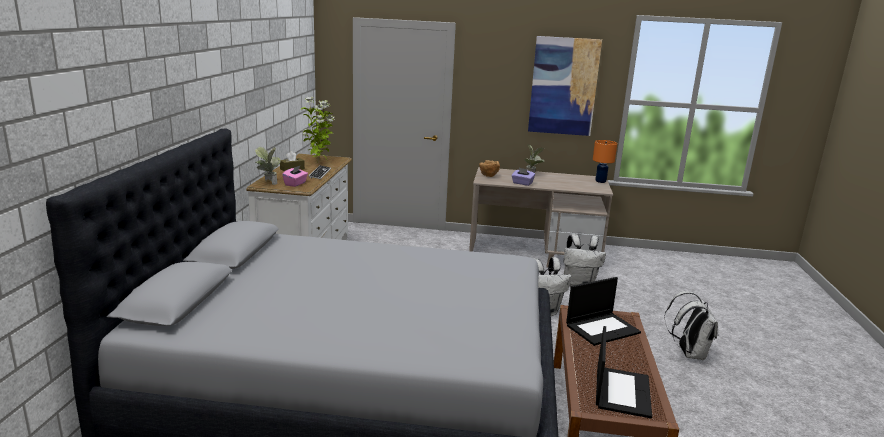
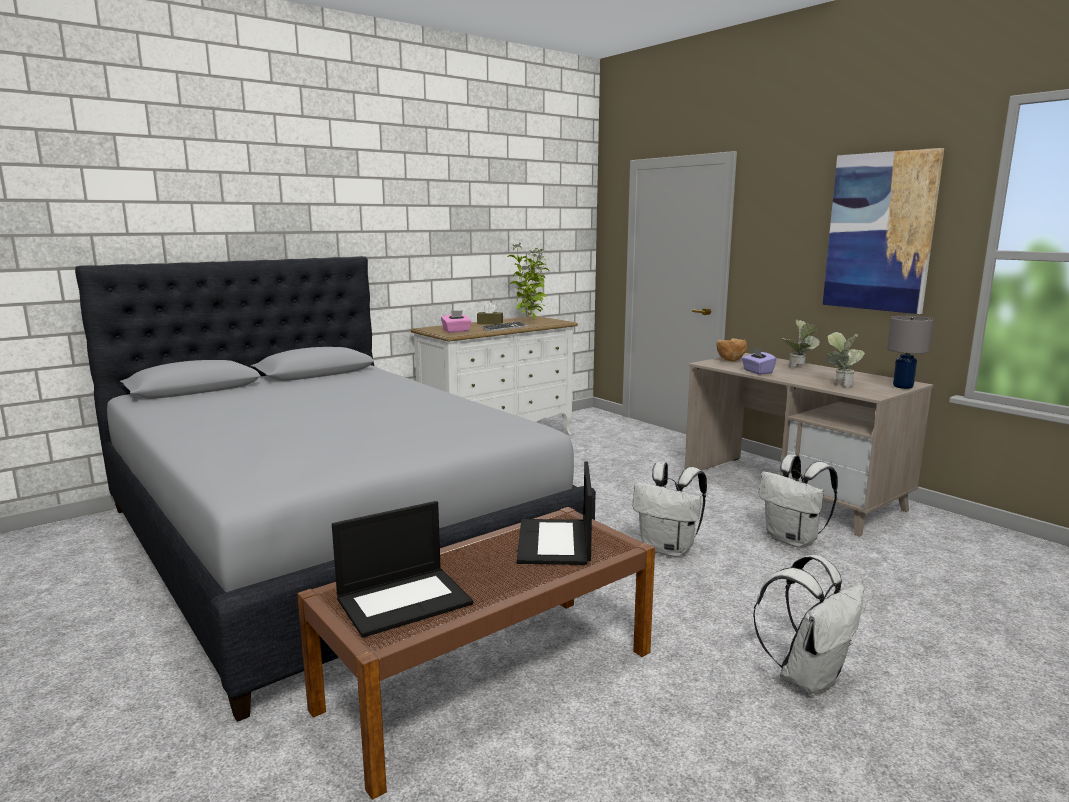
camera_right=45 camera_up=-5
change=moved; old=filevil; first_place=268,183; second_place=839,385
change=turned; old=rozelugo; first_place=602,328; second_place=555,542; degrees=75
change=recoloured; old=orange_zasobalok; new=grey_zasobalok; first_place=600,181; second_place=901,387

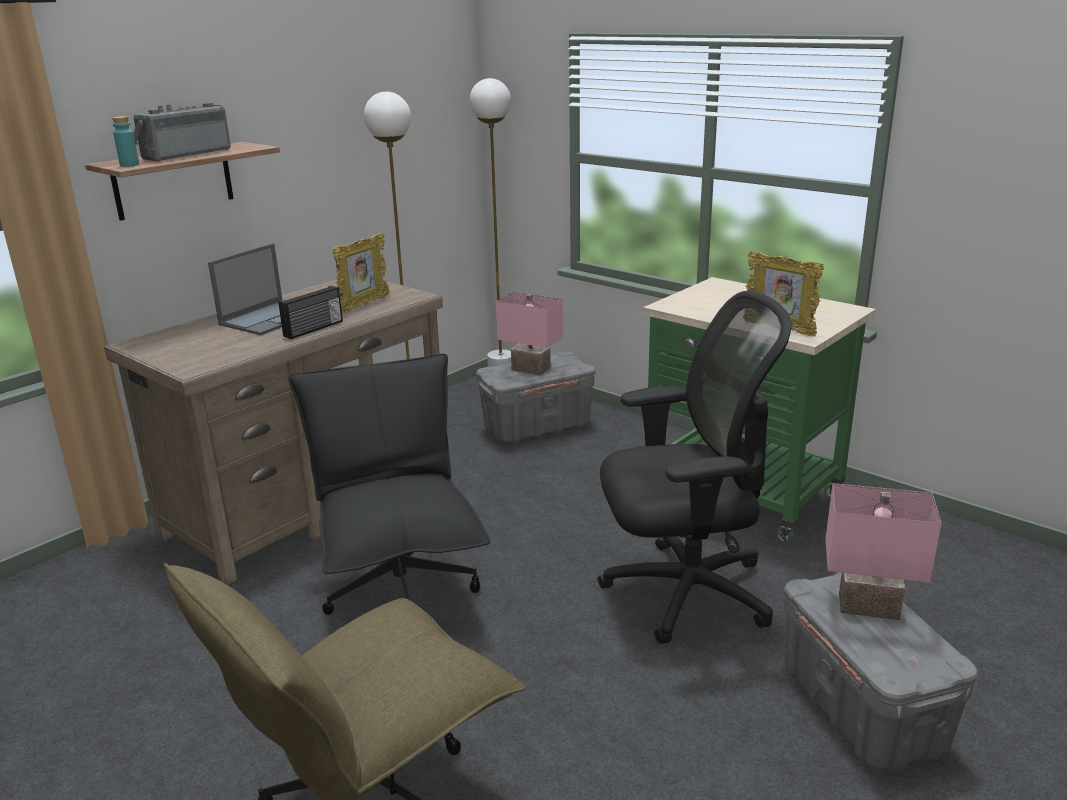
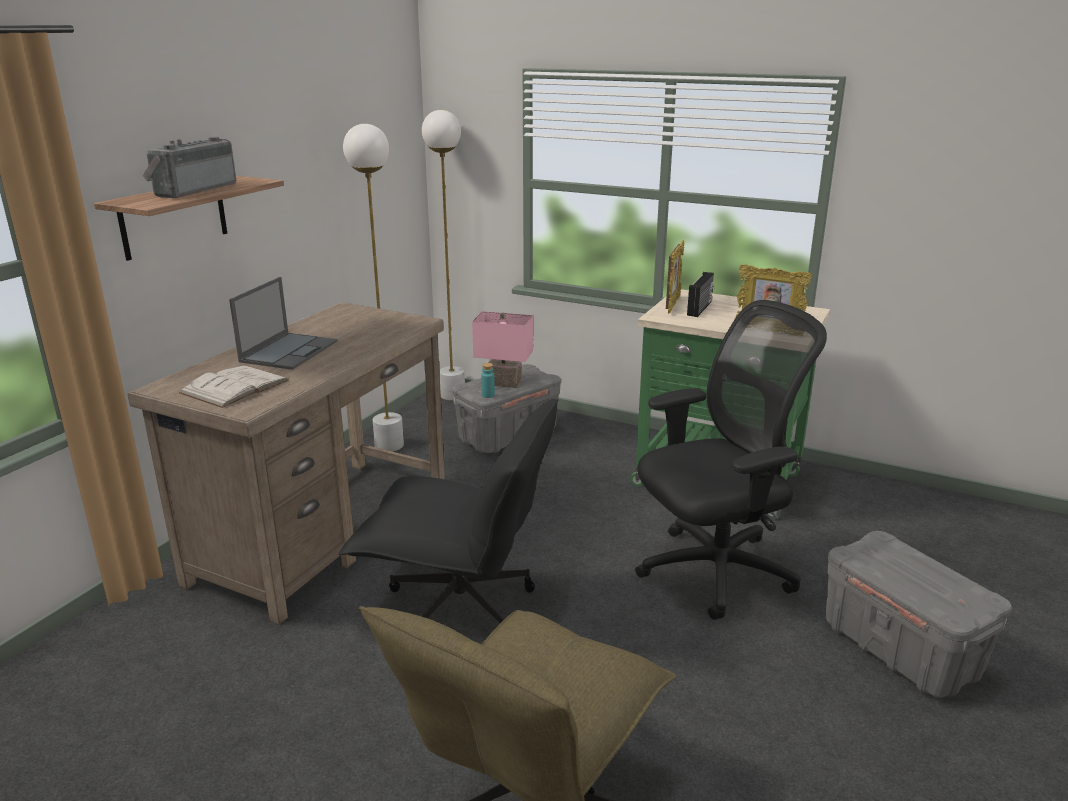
camera_right=-15 camera_up=0
change=moved; old=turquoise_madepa; first_place=129,165; second_place=488,395
change=moved; old=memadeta; first_place=314,329; second_place=700,308
change=turned; old=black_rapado; first_place=401,590; second_place=458,604; degrees=135
change=moved; old=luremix; first_place=364,305; second_place=672,305
change=removed; old=pink_zasobalok; first_place=867,608
change=added; new=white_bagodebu; second_place=235,386

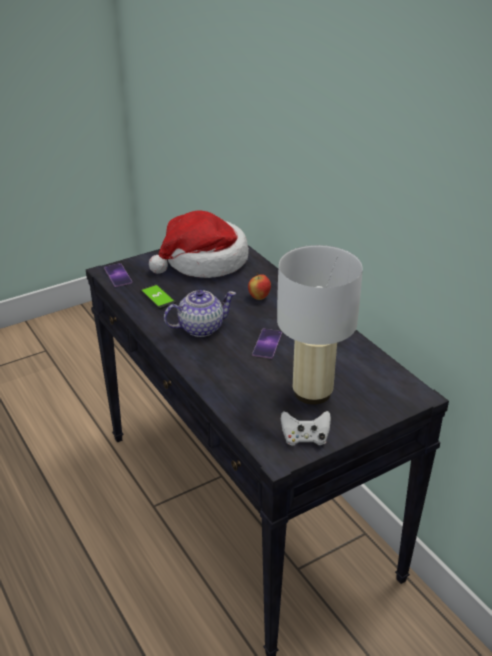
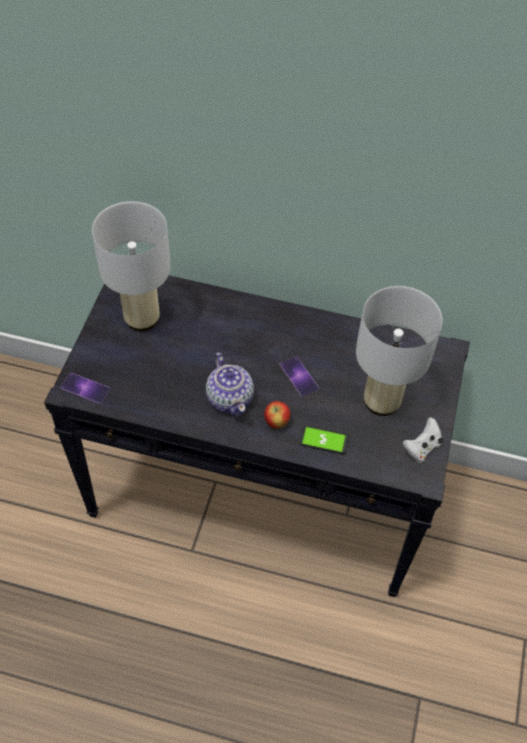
camera_right=-45 camera_up=20
change=moved; old=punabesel; first_place=157,297; second_place=323,440
change=replaced; old=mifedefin; new=white_zasobalok; first_place=204,262; second_place=143,319
change=turned; old=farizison; first_place=200,328; second_place=230,398; degrees=135
change=moved; old=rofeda; first_place=259,297; second_place=276,422

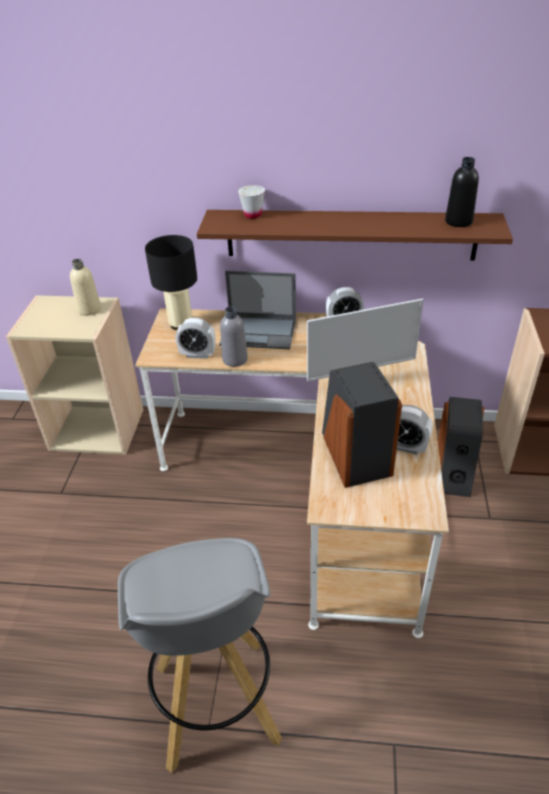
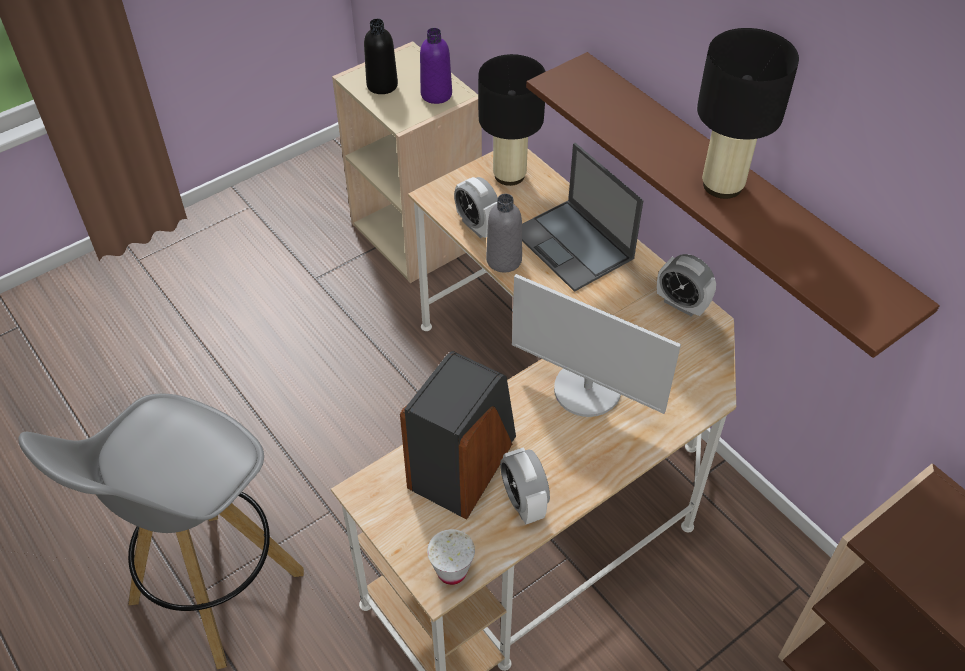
camera_right=45 camera_up=10
change=recoloured; old=beige_madepa; new=purple_madepa; first_place=89,309; second_place=436,94
change=moved; old=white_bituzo; first_place=253,215; second_place=452,571
change=removed; old=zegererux; first_place=454,472
change=moved; old=black_madepa; first_place=458,222; second_place=382,85
change=added; new=black_zasobalok; second_place=721,186

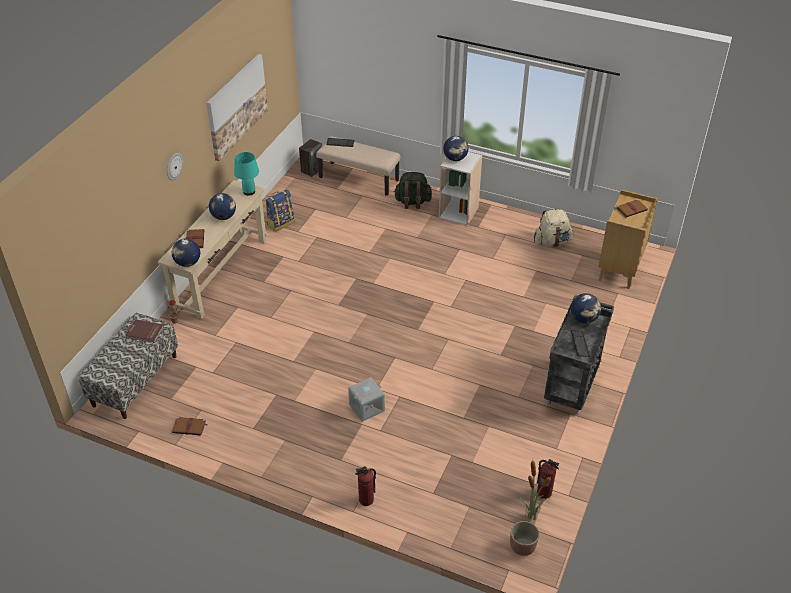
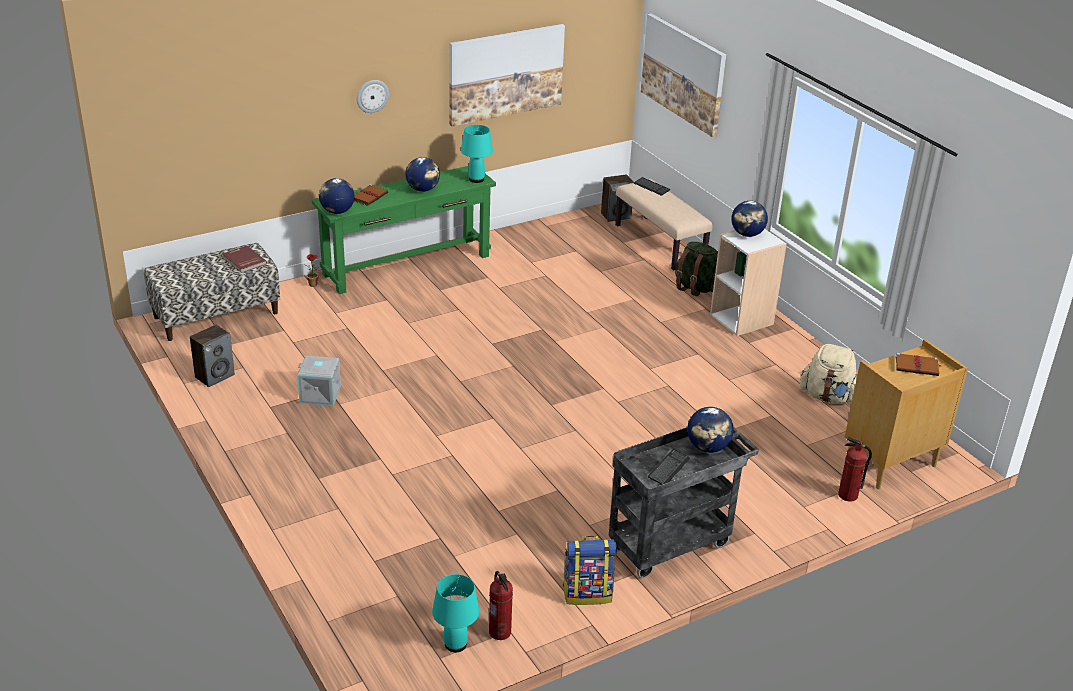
camera_right=35 camera_up=-10
change=recoloured; old=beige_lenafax; new=green_lenafax; first_place=221,273; second_place=407,265
change=replaced; old=brown_bagodebu; new=zegererux; first_place=190,427; second_place=214,376
change=moved; old=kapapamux; first_place=280,223; second_place=587,593
change=moved; old=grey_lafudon; first_place=366,407; second_place=320,394
change=moved; old=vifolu; first_place=366,500; second_place=847,495
change=removed; old=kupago; first_place=522,546
change=replaced; old=filevil; new=turquoise_zasobalok; first_place=530,515; second_place=455,644
change=added; new=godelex; second_place=683,73

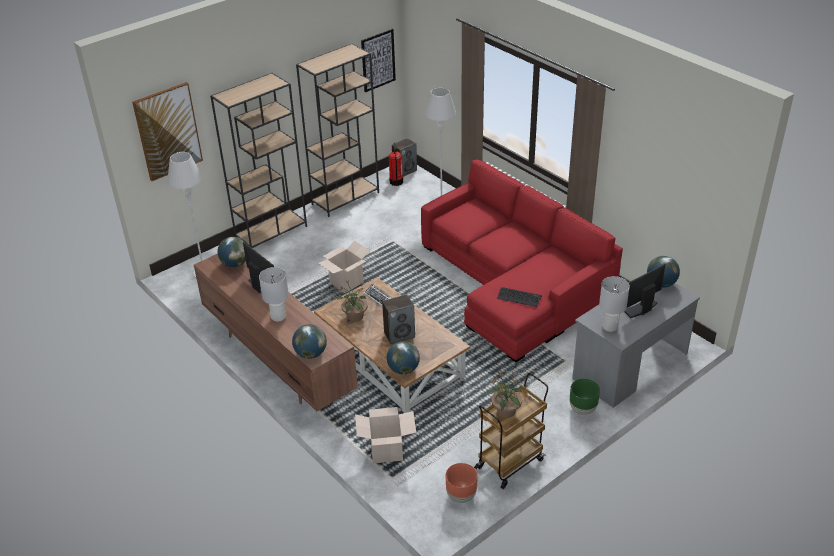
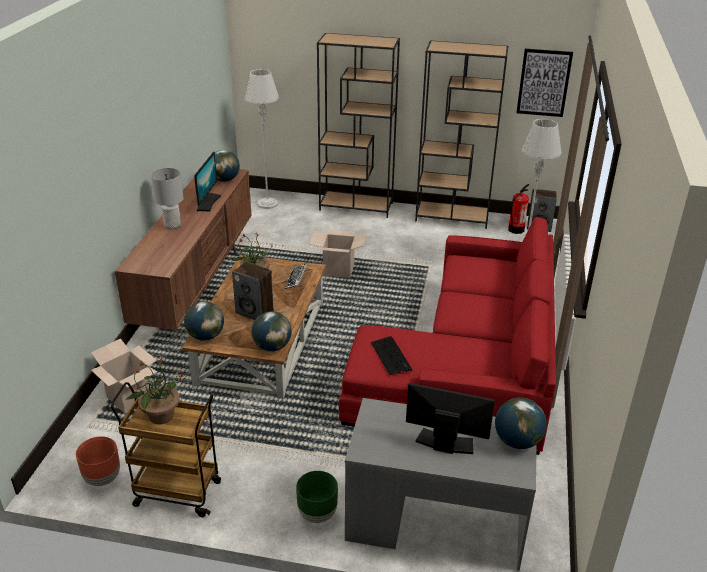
camera_right=50 camera_up=-5
change=removed; old=godelex; first_place=168,131
change=moved; old=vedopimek; first_place=310,354; second_place=272,347
change=removed; old=grey_zasobalok; first_place=609,328

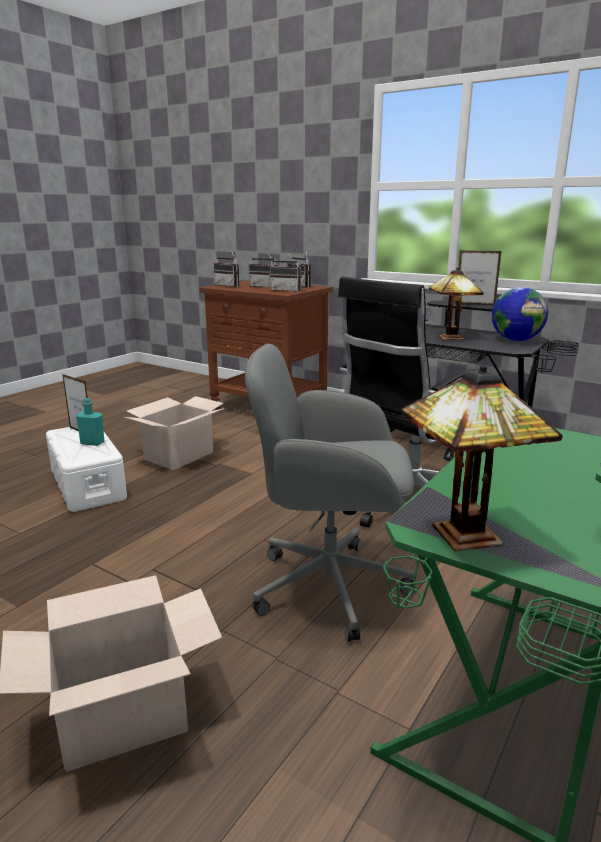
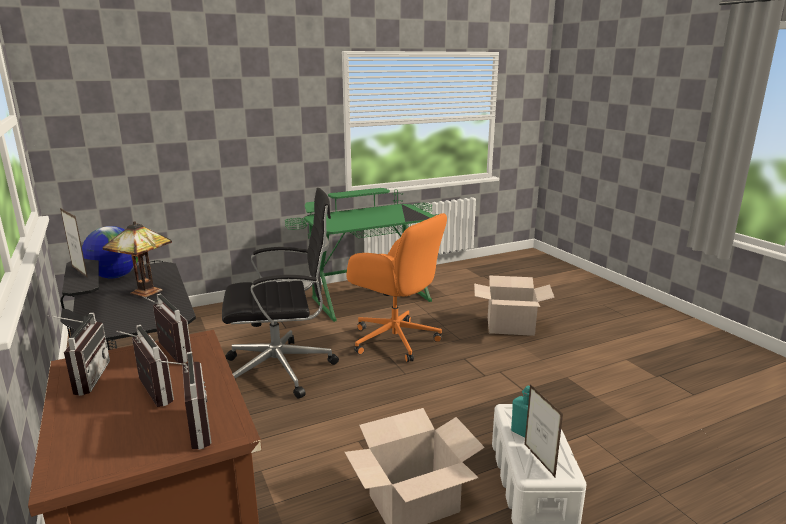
camera_right=-150 camera_up=0
change=recoloured; old=grey_rapado; new=orange_rapado; first_place=329,587; second_place=394,340
change=removed; old=zasobalok; first_place=463,537

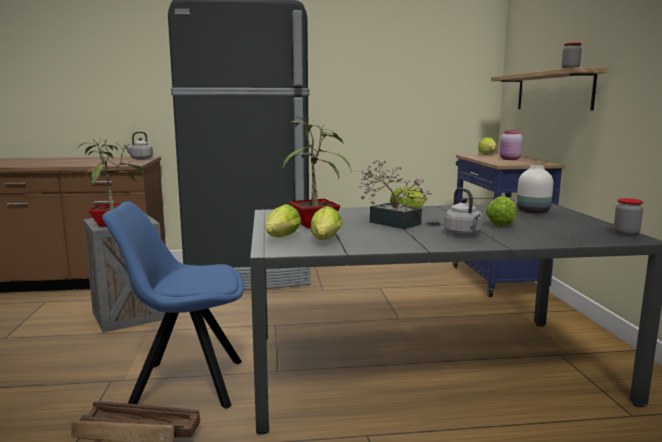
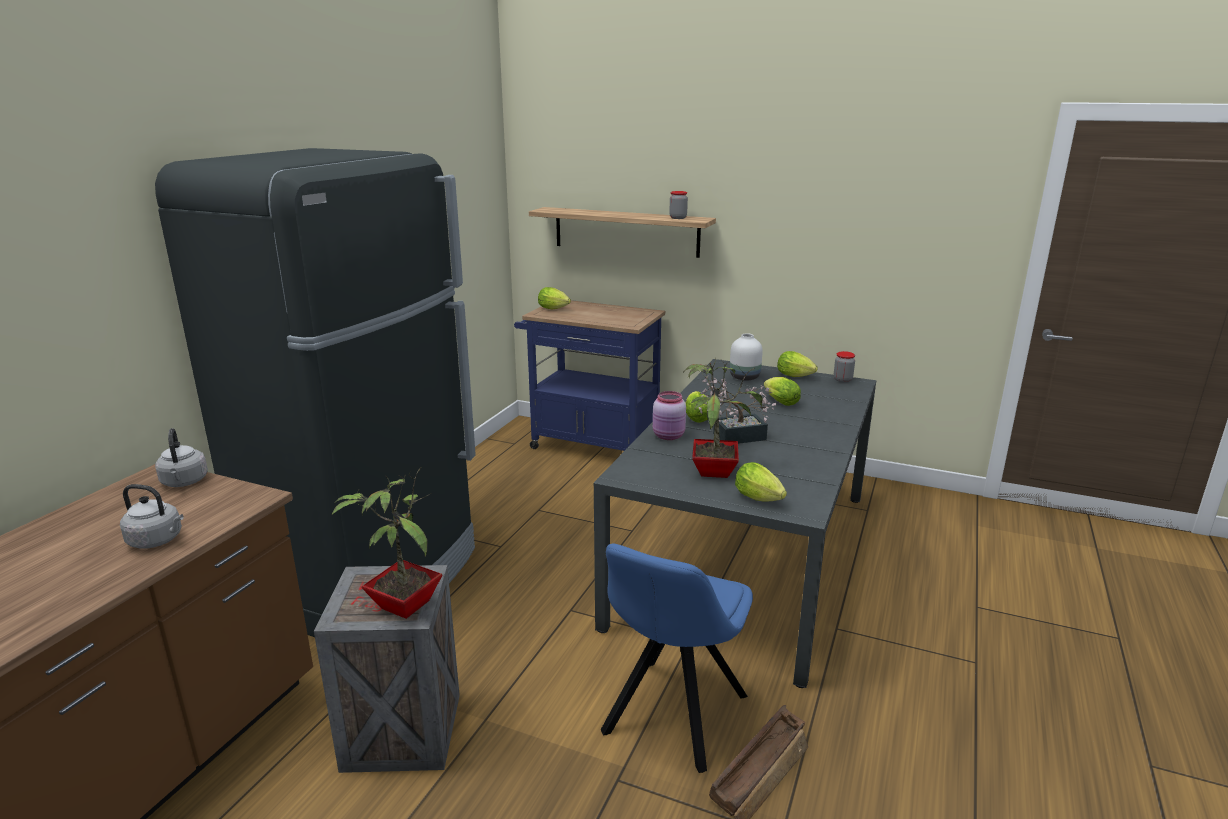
camera_right=-60 camera_up=10
change=moved; old=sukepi; first_place=325,241; second_place=796,376
change=moved; old=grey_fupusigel; first_place=463,234; second_place=158,540
change=moved; old=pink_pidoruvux; first_place=510,159; second_place=669,436

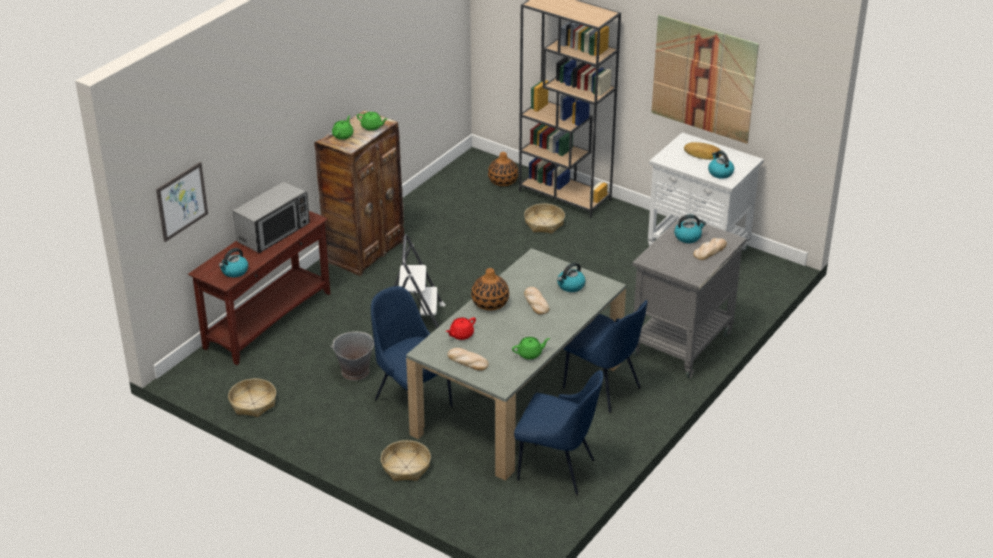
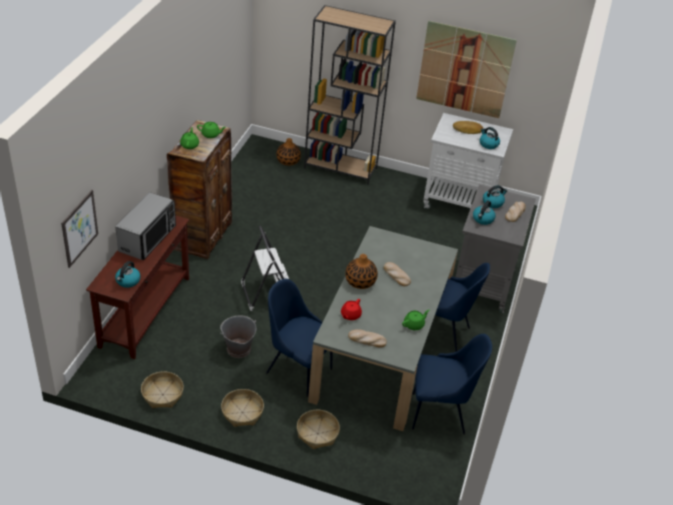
camera_right=-20 camera_up=5
change=moved; old=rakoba; first_place=544,223; second_place=242,412
change=moved; old=fupusigel; first_place=570,286; second_place=483,219

